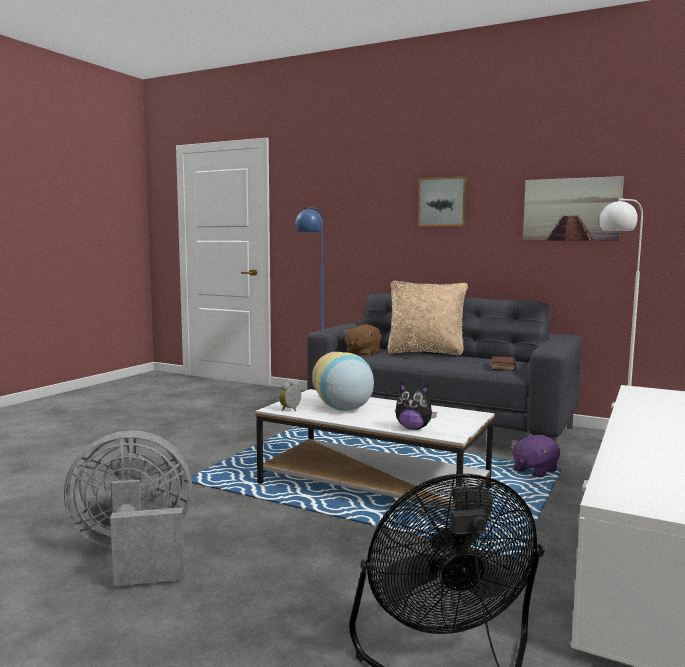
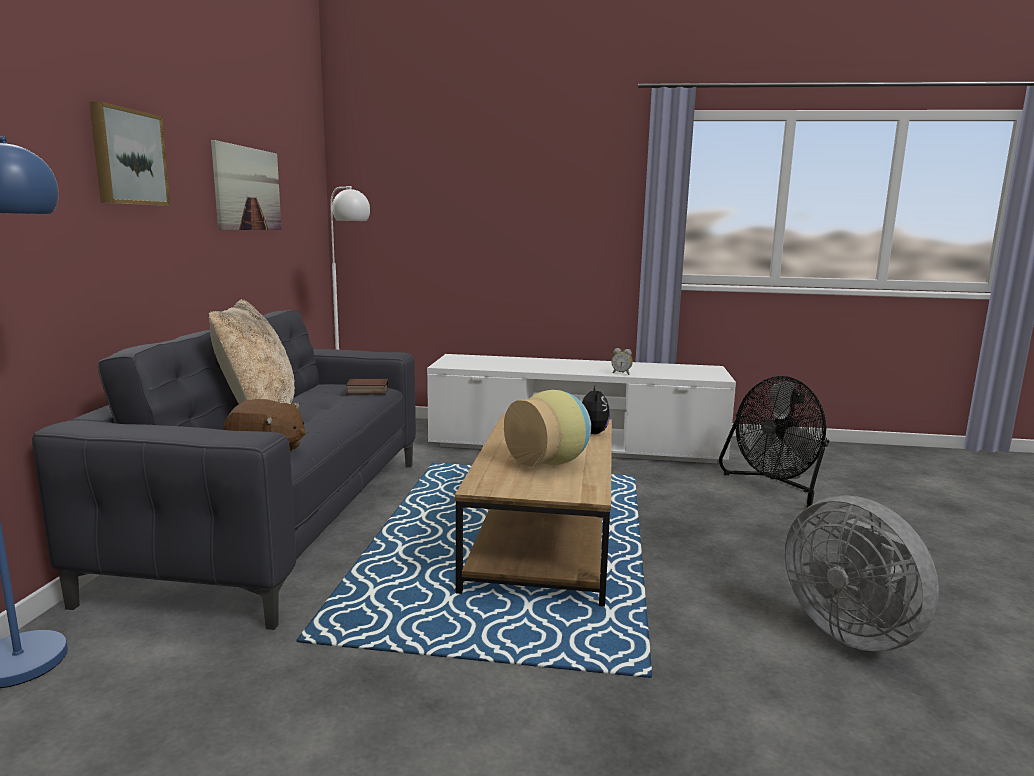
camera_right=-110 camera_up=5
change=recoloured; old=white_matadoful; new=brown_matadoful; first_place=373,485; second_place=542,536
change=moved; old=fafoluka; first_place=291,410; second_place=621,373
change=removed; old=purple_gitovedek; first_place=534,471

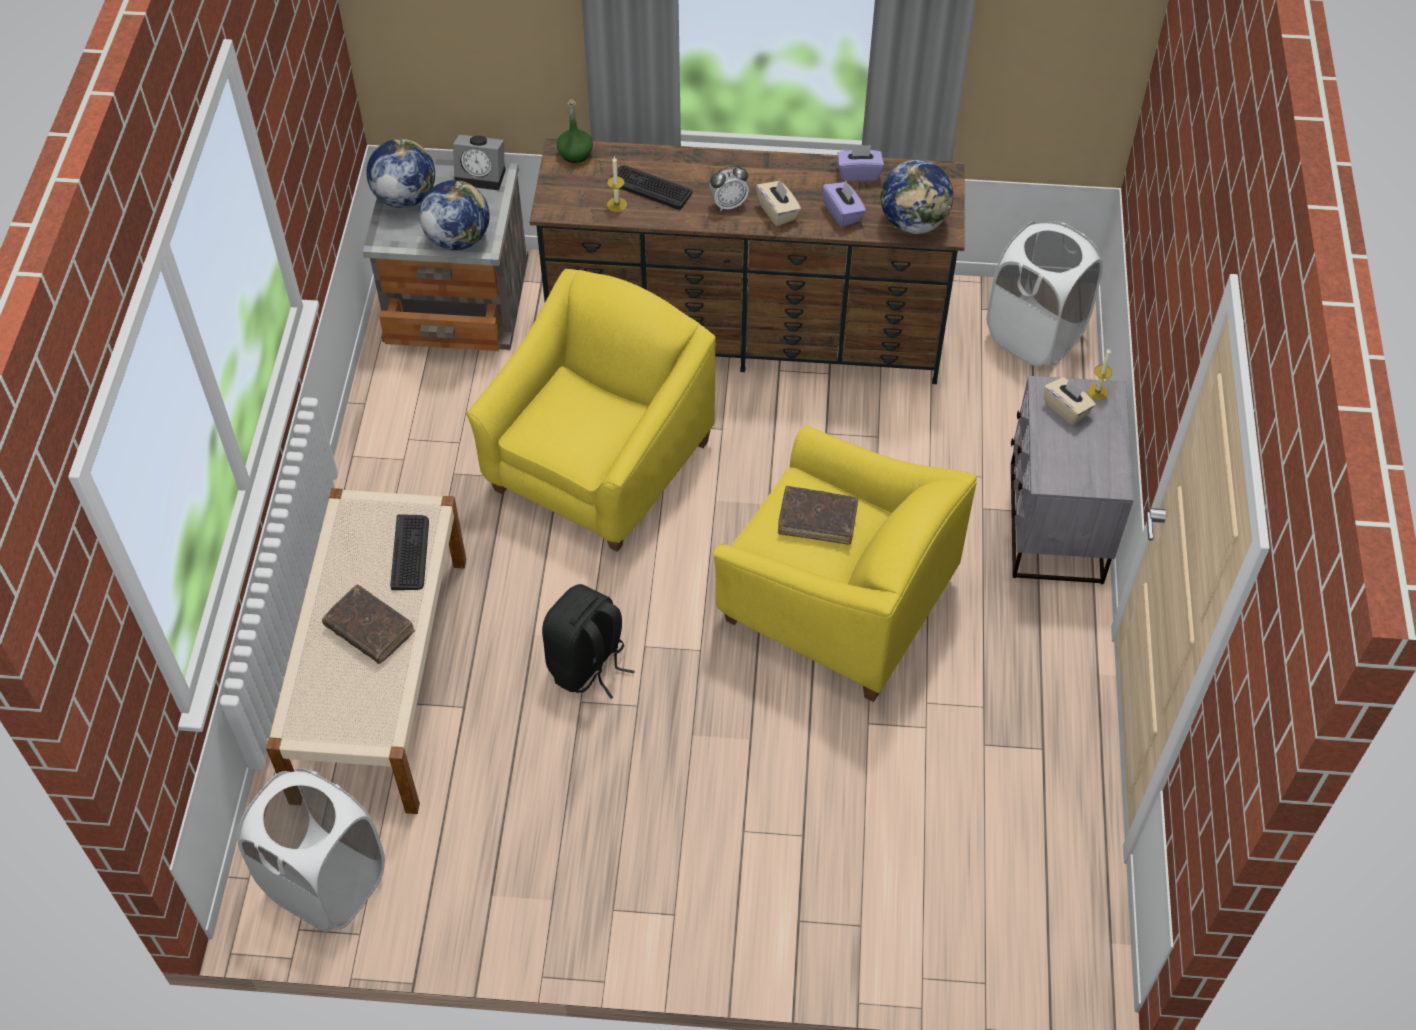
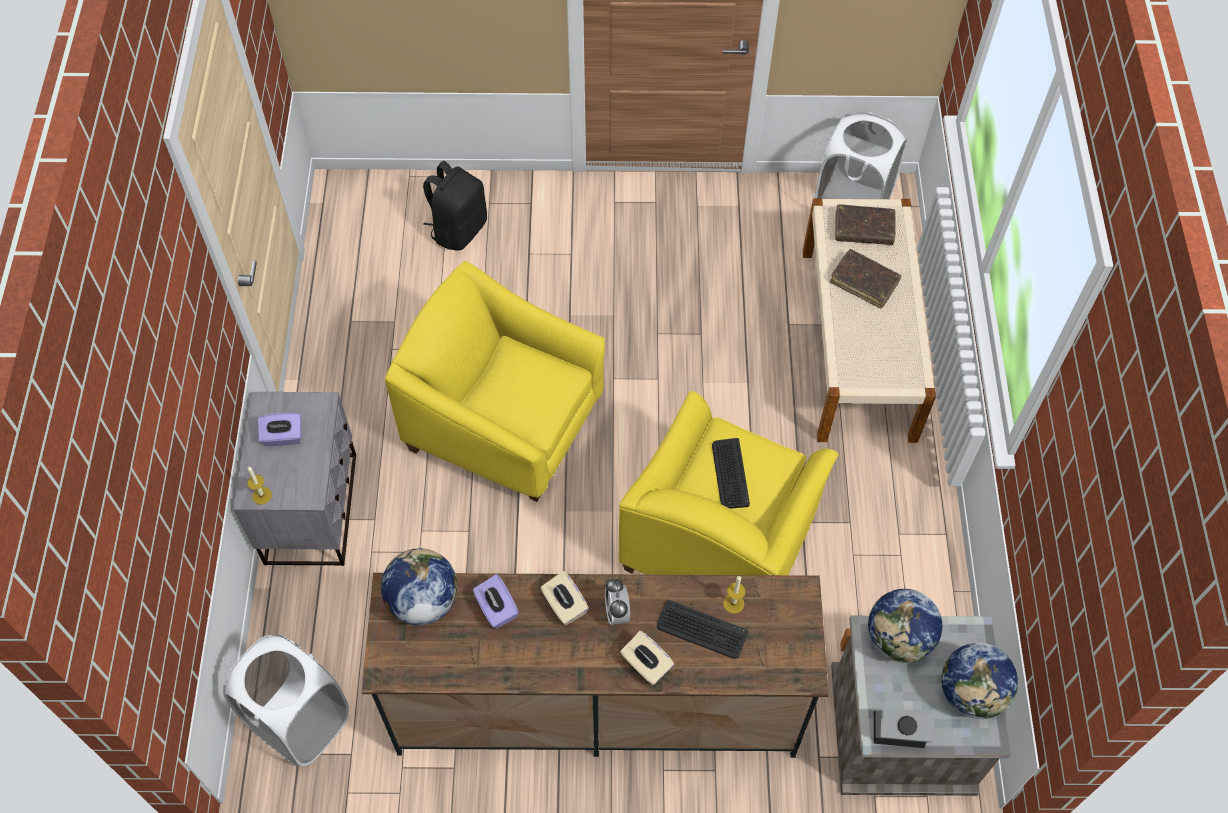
camera_right=175 camera_up=5
change=moved; old=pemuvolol; first_place=410,553; second_place=730,474
change=moved; old=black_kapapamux; first_place=588,665; second_place=458,229
change=removed; old=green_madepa; first_place=575,154
change=turned; old=fafoluka; first_place=728,204; second_place=617,612; degrees=-75
change=moved; old=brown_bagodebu; first_place=817,520; second_place=863,229
change=moved; old=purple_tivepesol; first_place=859,173; second_place=283,437
change=moved; old=beige_tivepesol; first_place=1066,409; second_place=646,665

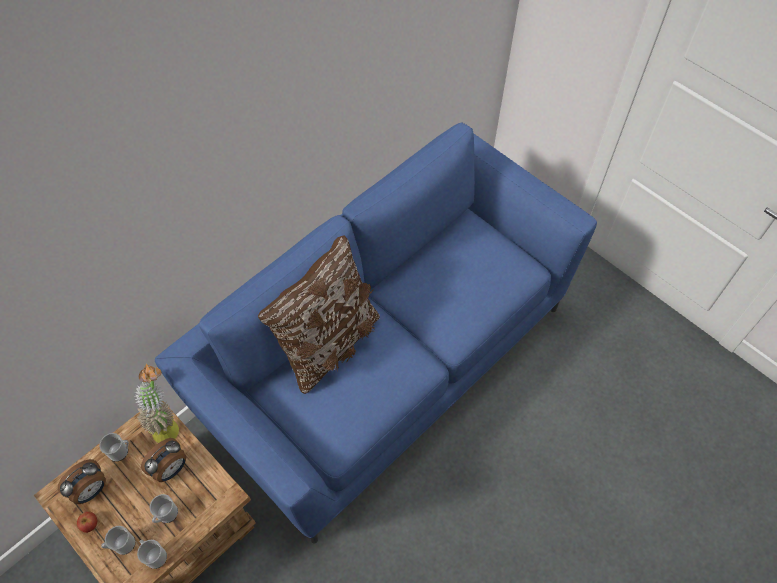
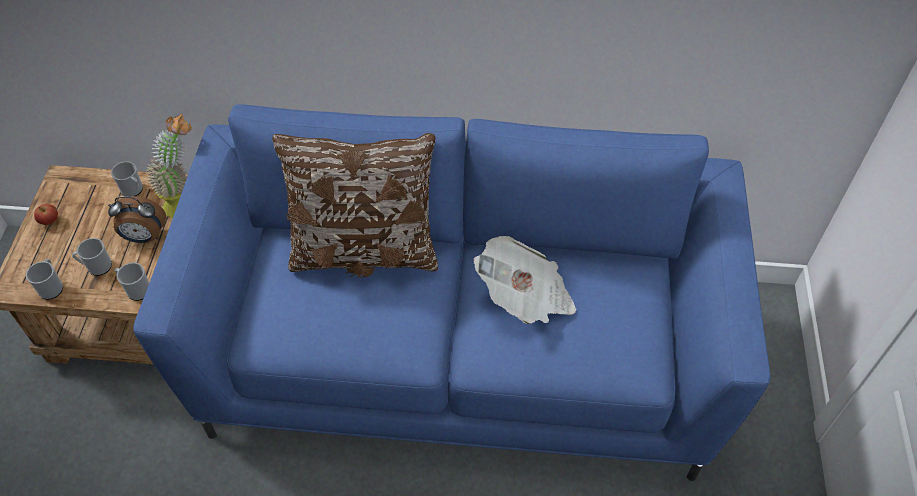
camera_right=50 camera_up=-5
change=removed; old=fafoluka; first_place=91,490
change=moved; old=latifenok; first_place=122,545; second_place=136,290
change=added; new=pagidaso; second_place=525,297

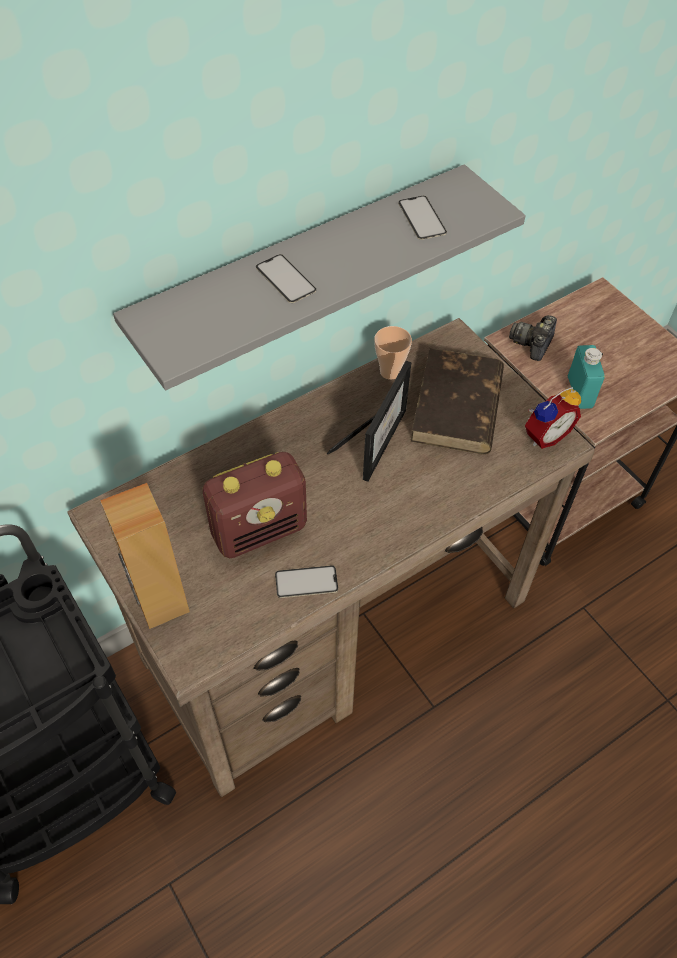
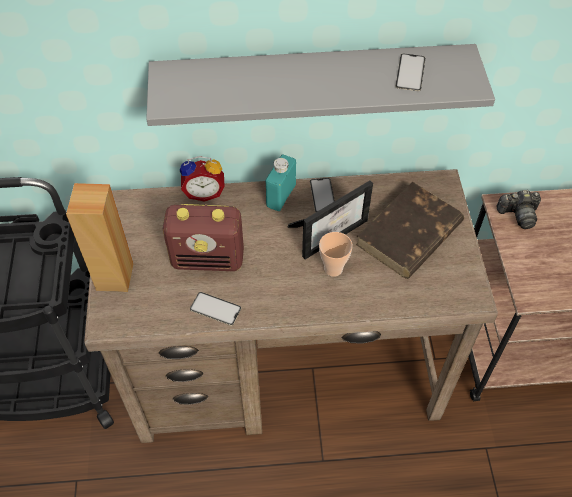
camera_right=30 camera_up=0
change=moved; old=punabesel; first_place=285,279; second_place=322,195
change=moved; old=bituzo; first_place=390,372; second_place=333,269
change=turned; old=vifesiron; first_place=532,343; second_place=518,215; degrees=-150
change=moved; old=fafoluka; first_place=544,435; second_place=204,192
change=moved; old=turquoise_madepa; first_place=580,392; second_place=281,196

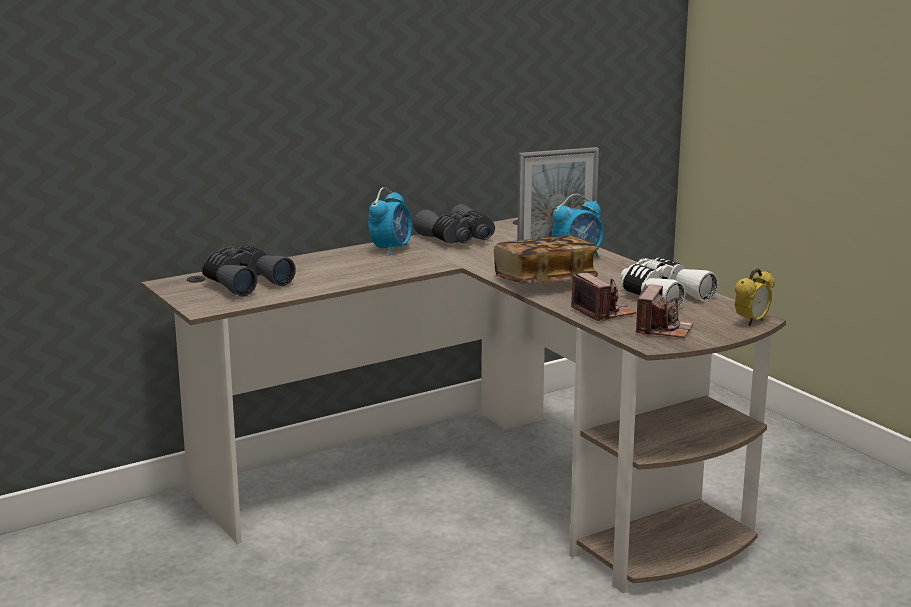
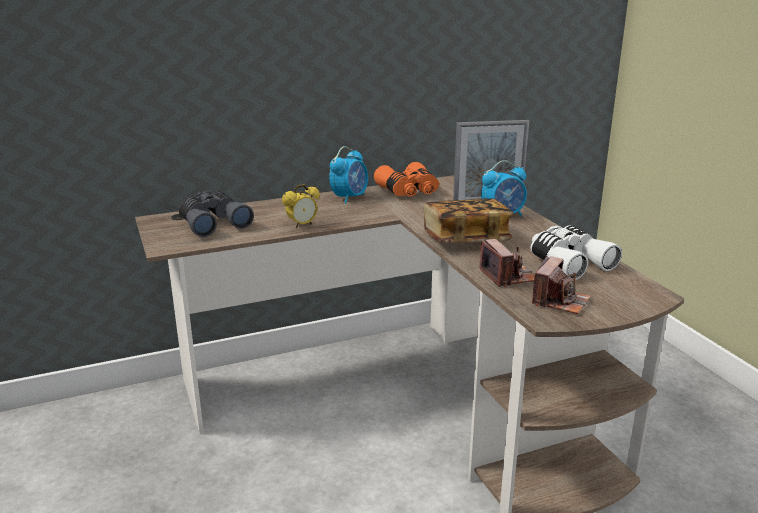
camera_right=10 camera_up=5
change=recoloured; old=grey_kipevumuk; new=orange_kipevumuk; first_place=458,239; second_place=409,191
change=moved; old=fafoluka; first_place=751,322; second_place=302,225

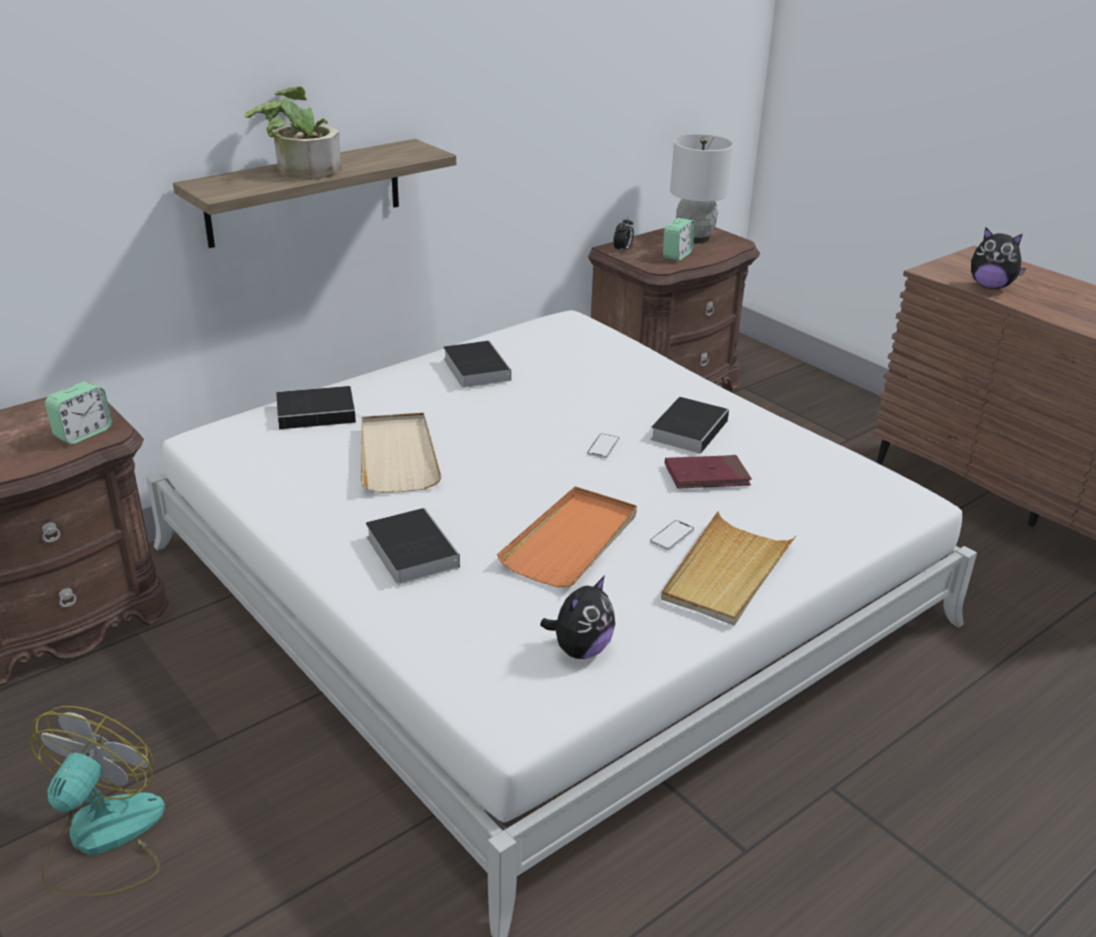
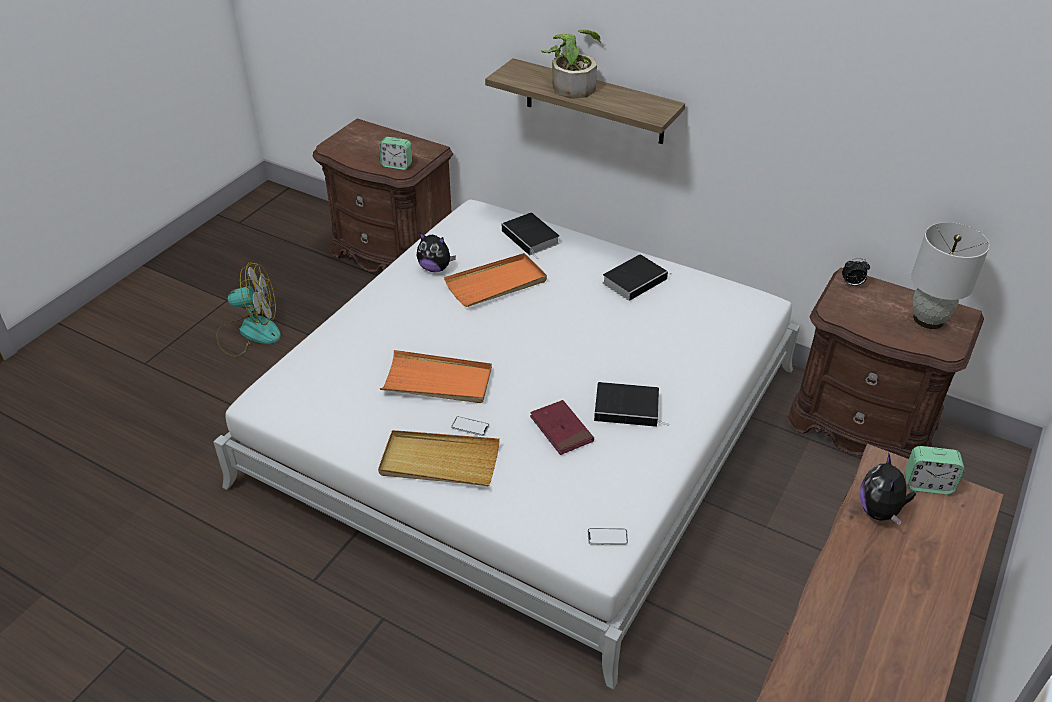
camera_right=70 camera_up=10
change=recoloured; old=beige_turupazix; new=orange_turupazix; first_place=397,456; second_place=496,283
change=removed; old=bagodebu; first_place=410,550
change=moved; old=gitovedek; first_place=580,649; second_place=435,268
change=moved; old=punabesel; first_place=603,446; second_place=607,537
change=moved; old=fafoluka; first_place=677,255; second_place=927,484

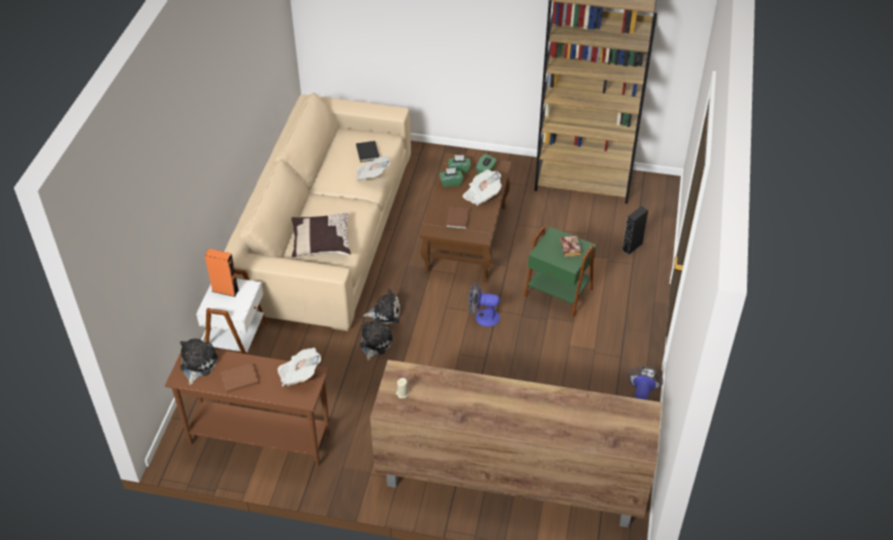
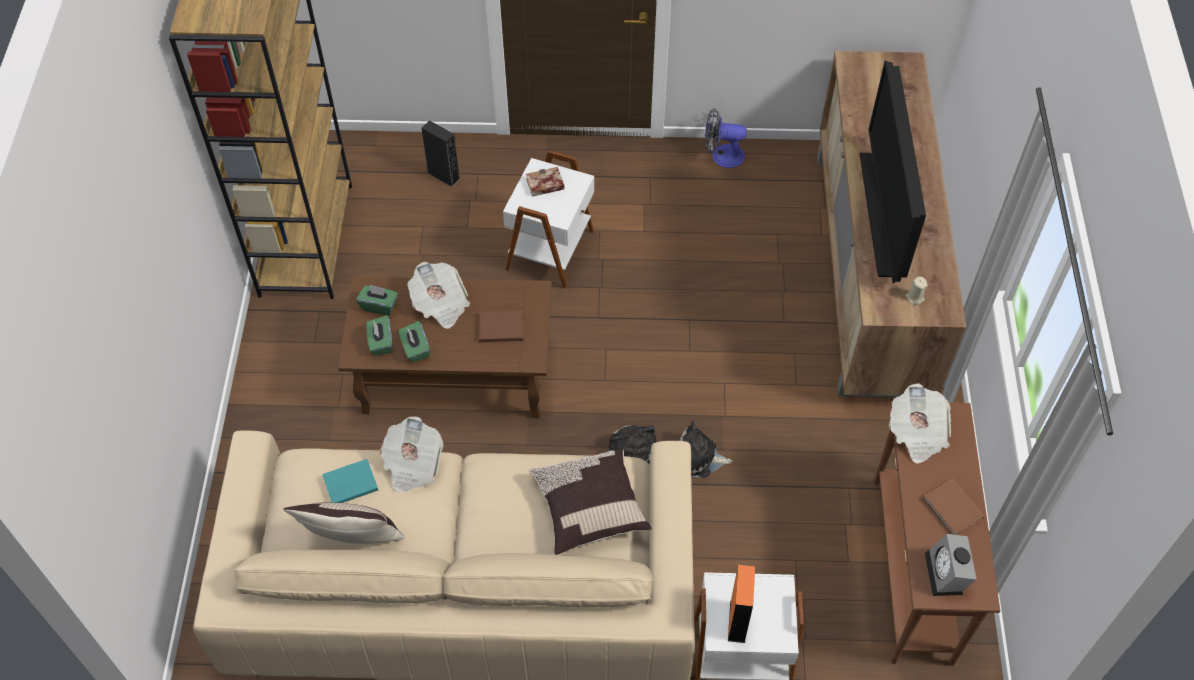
camera_right=-100 camera_up=10
change=replaced; old=gitovedek; new=fafoluka; first_place=197,364; second_place=947,575
change=recoloured; old=black_bagodebu; new=turquoise_bagodebu; first_place=368,152; second_place=349,483
change=removed; old=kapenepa; first_place=482,317
change=recoloured; old=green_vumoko; new=white_vumoko; first_place=558,294; second_place=552,250
change=added; new=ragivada; second_place=352,542
change=added; new=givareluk; second_place=883,214

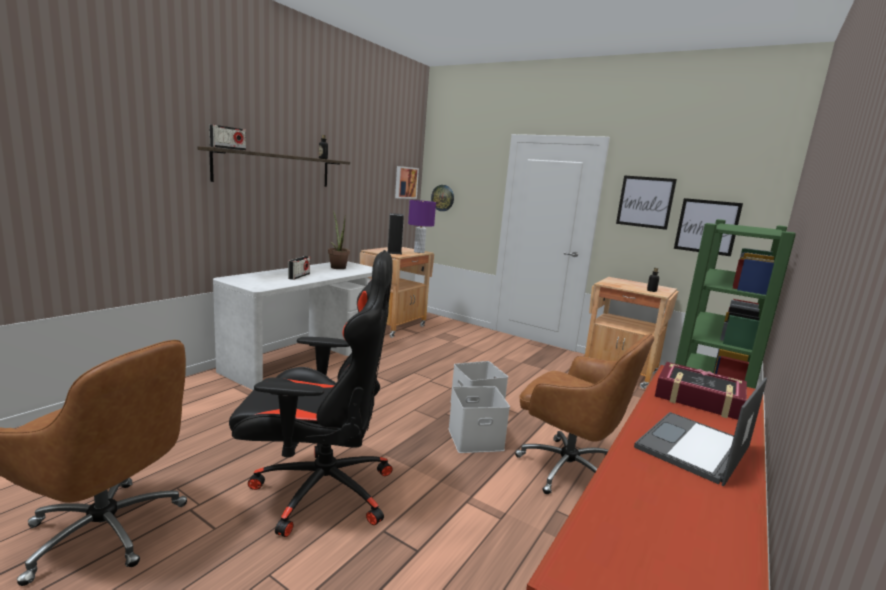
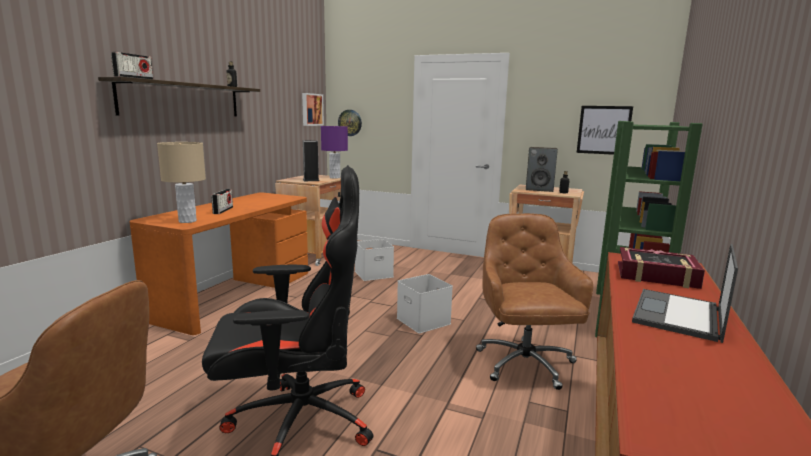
camera_right=-10 camera_up=0
change=recoloured; old=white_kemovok; new=orange_kemovok; first_place=306,357; second_place=235,294
change=removed; old=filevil; first_place=337,267
change=moved; old=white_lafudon; first_place=476,438; second_place=374,273
change=turned; old=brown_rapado; first_place=567,469; second_place=525,363; degrees=-120
change=removed; old=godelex; first_place=645,202
change=added; new=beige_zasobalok; second_place=188,221
change=added; new=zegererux; second_place=539,189

